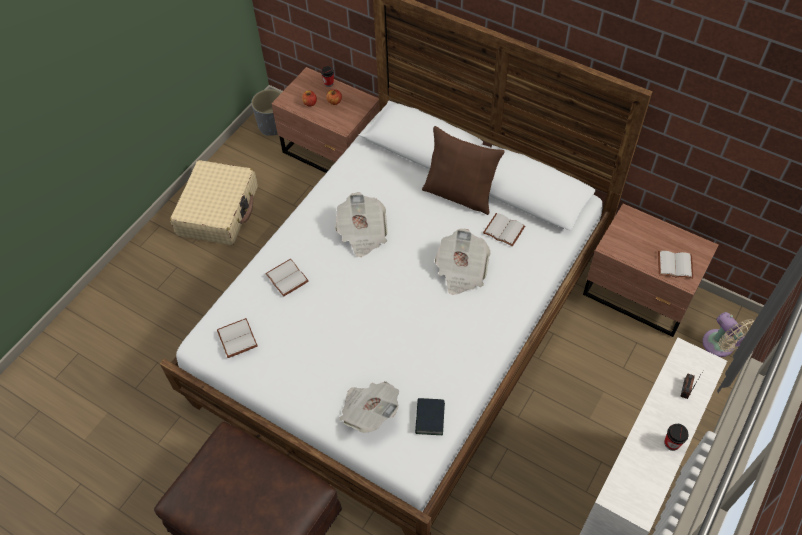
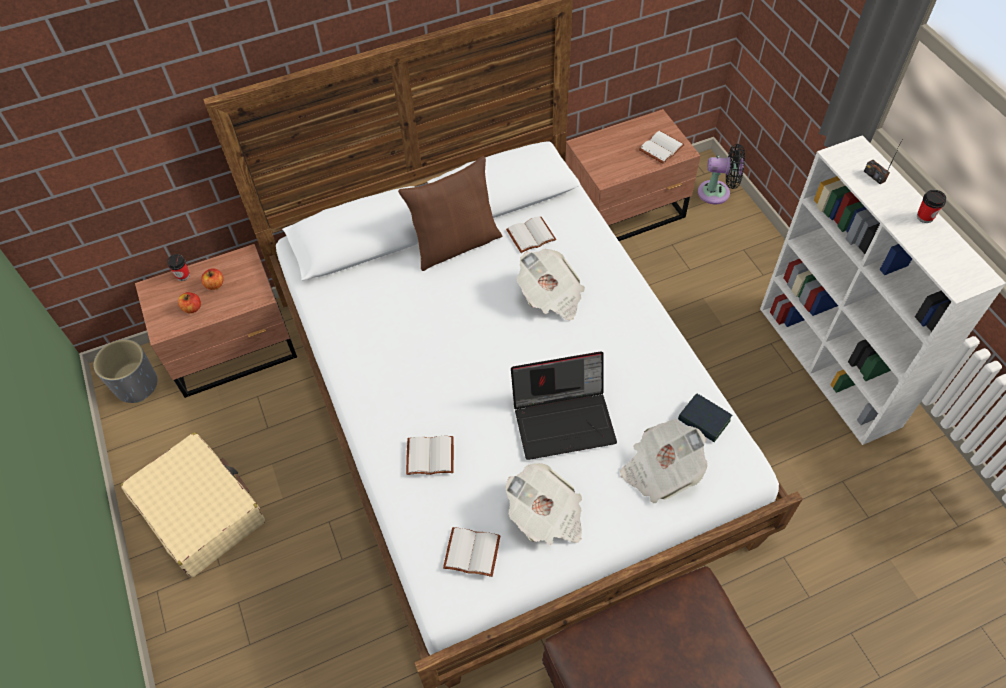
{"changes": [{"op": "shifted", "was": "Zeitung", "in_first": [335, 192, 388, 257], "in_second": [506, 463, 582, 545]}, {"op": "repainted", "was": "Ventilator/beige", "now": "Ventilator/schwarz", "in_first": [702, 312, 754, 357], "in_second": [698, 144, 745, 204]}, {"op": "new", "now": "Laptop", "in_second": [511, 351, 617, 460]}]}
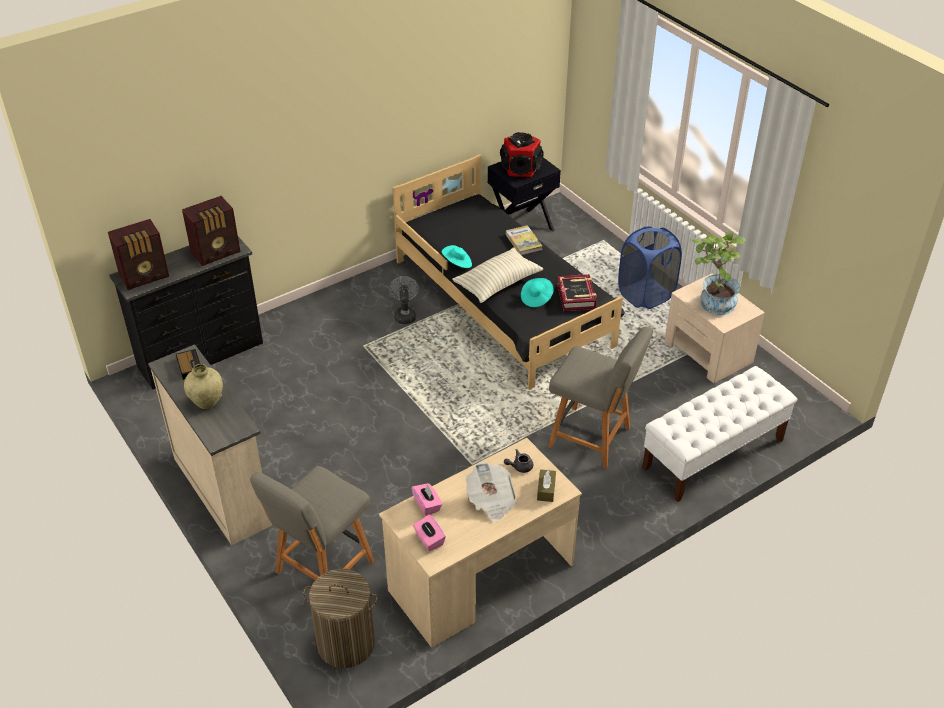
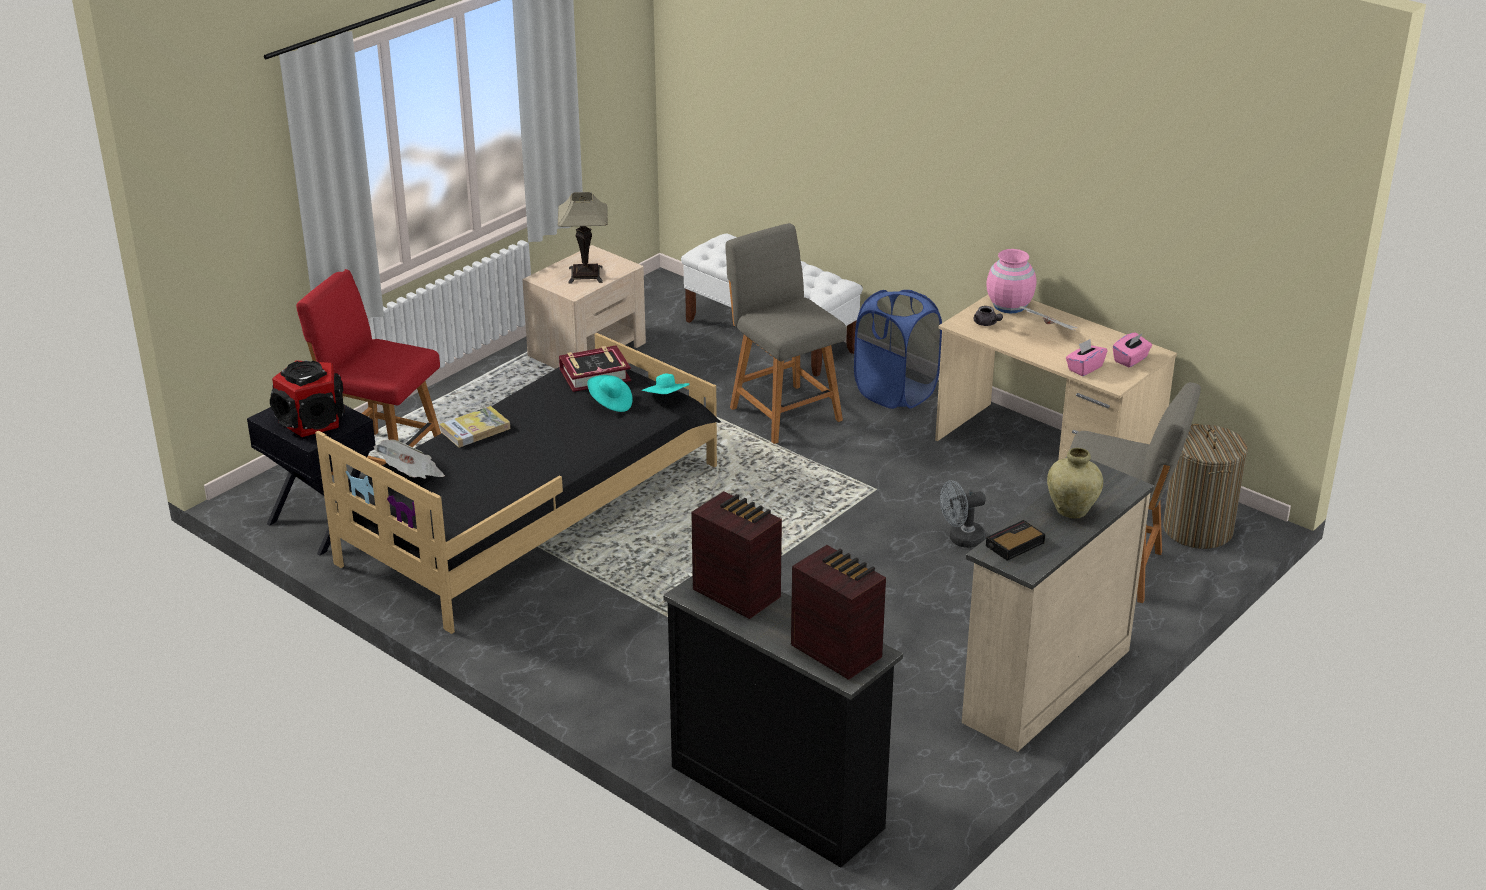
{"changes": [{"op": "shifted", "was": "Wäschekorb/blau", "in_first": [618, 226, 682, 309], "in_second": [854, 290, 942, 409]}, {"op": "swapped", "was": "Topfpflanze", "now": "Tischlampe", "in_first": [692, 231, 746, 315], "in_second": [558, 192, 608, 284]}, {"op": "shifted", "was": "Hut/türkis", "in_first": [442, 245, 472, 268], "in_second": [642, 374, 689, 394]}, {"op": "gone", "was": "Kissen", "in_first": [453, 247, 543, 303]}, {"op": "shifted", "was": "Ventilator/grau", "in_first": [389, 276, 419, 324], "in_second": [940, 480, 986, 548]}, {"op": "rotated", "was": "Stuhl/grau", "in_first": [548, 326, 653, 468], "in_second": [726, 223, 846, 444], "clockwise": -45}, {"op": "swapped", "was": "Taschentuchbox/braun", "now": "Vase/rosa", "in_first": [537, 469, 556, 502], "in_second": [986, 249, 1036, 314]}, {"op": "new", "now": "Stuhl/rot", "in_second": [296, 269, 441, 475]}, {"op": "new", "now": "Zeitung", "in_second": [373, 440, 445, 479]}]}
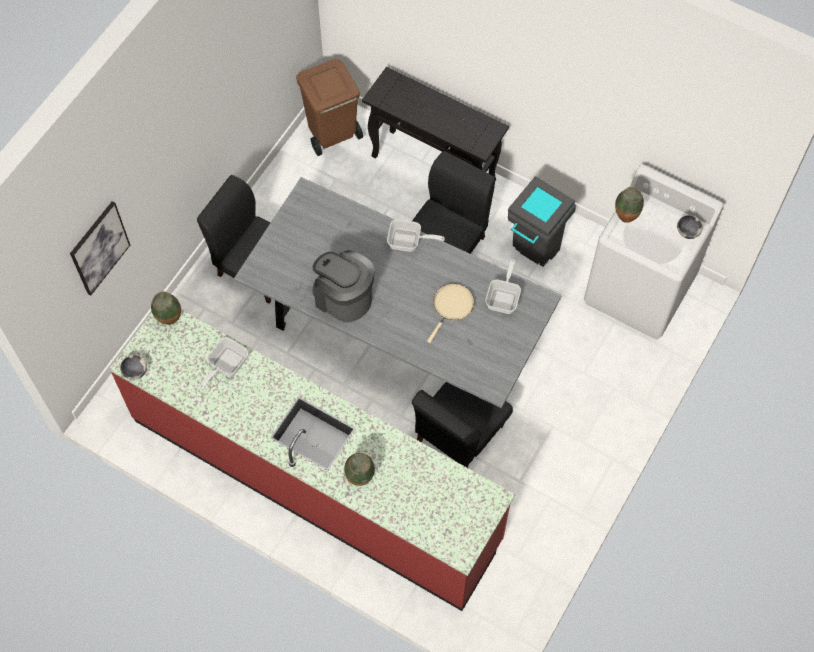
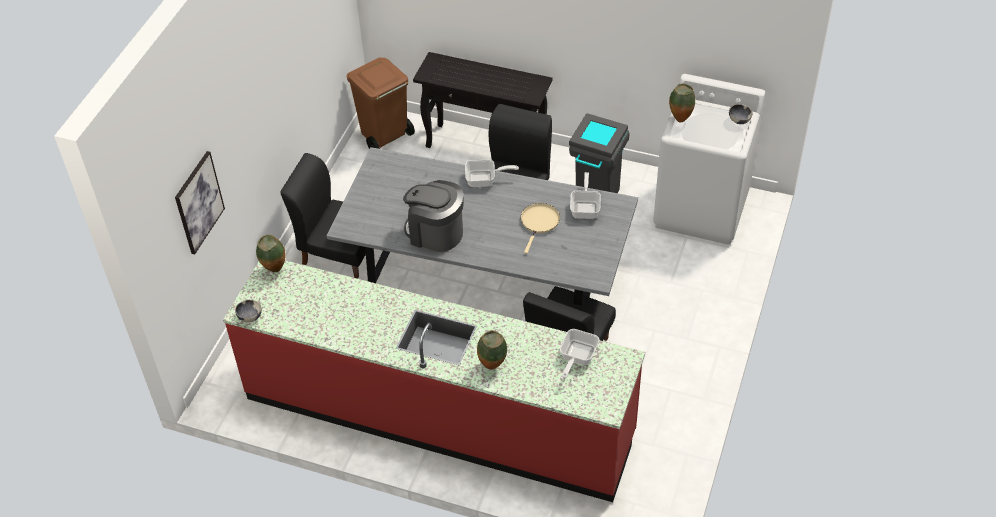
{"changes": [{"op": "shifted", "was": "Pfanne", "in_first": [199, 337, 248, 389], "in_second": [560, 329, 600, 379]}]}
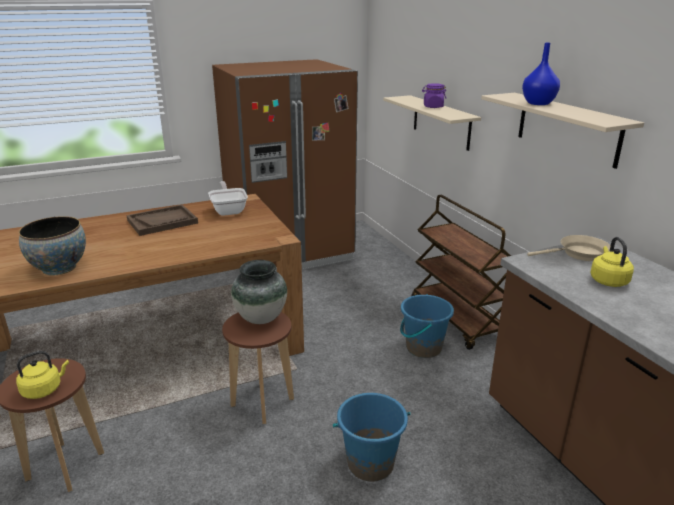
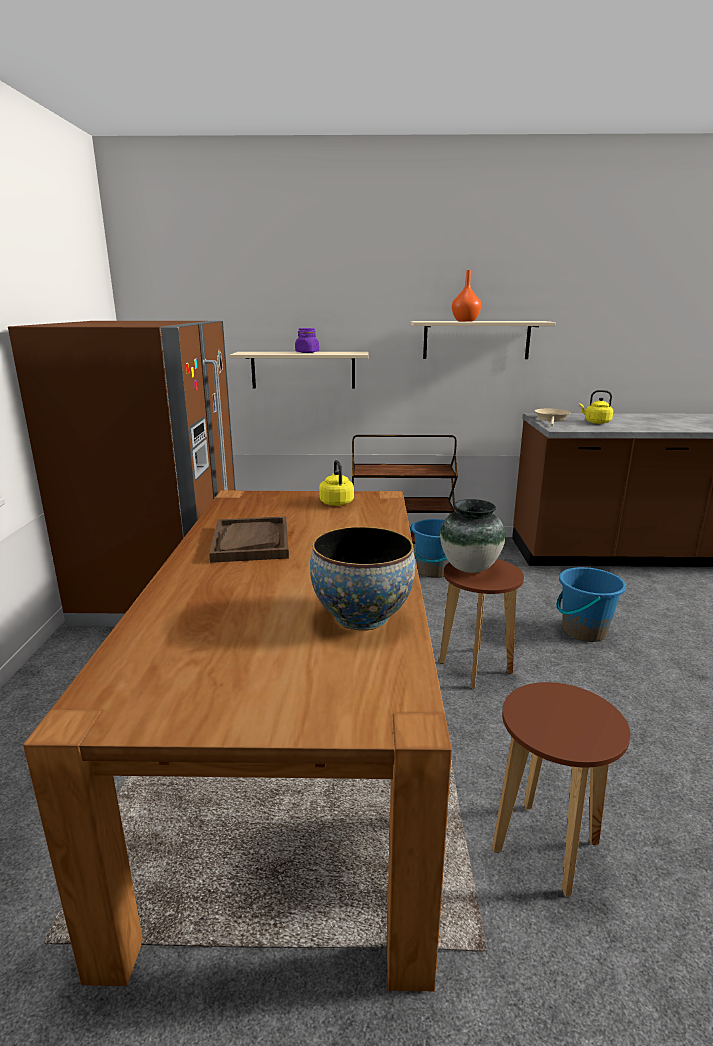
{"changes": [{"op": "repainted", "was": "Vase/blau", "now": "Vase/orange", "in_first": [522, 43, 560, 105], "in_second": [452, 270, 481, 322]}, {"op": "gone", "was": "Pfanne", "in_first": [208, 181, 248, 216]}, {"op": "shifted", "was": "Wasserkessel/gelb", "in_first": [16, 351, 69, 399], "in_second": [319, 460, 354, 506]}]}
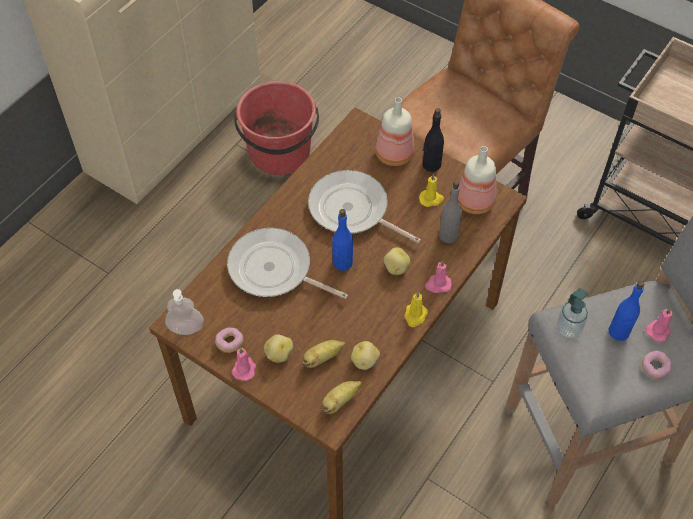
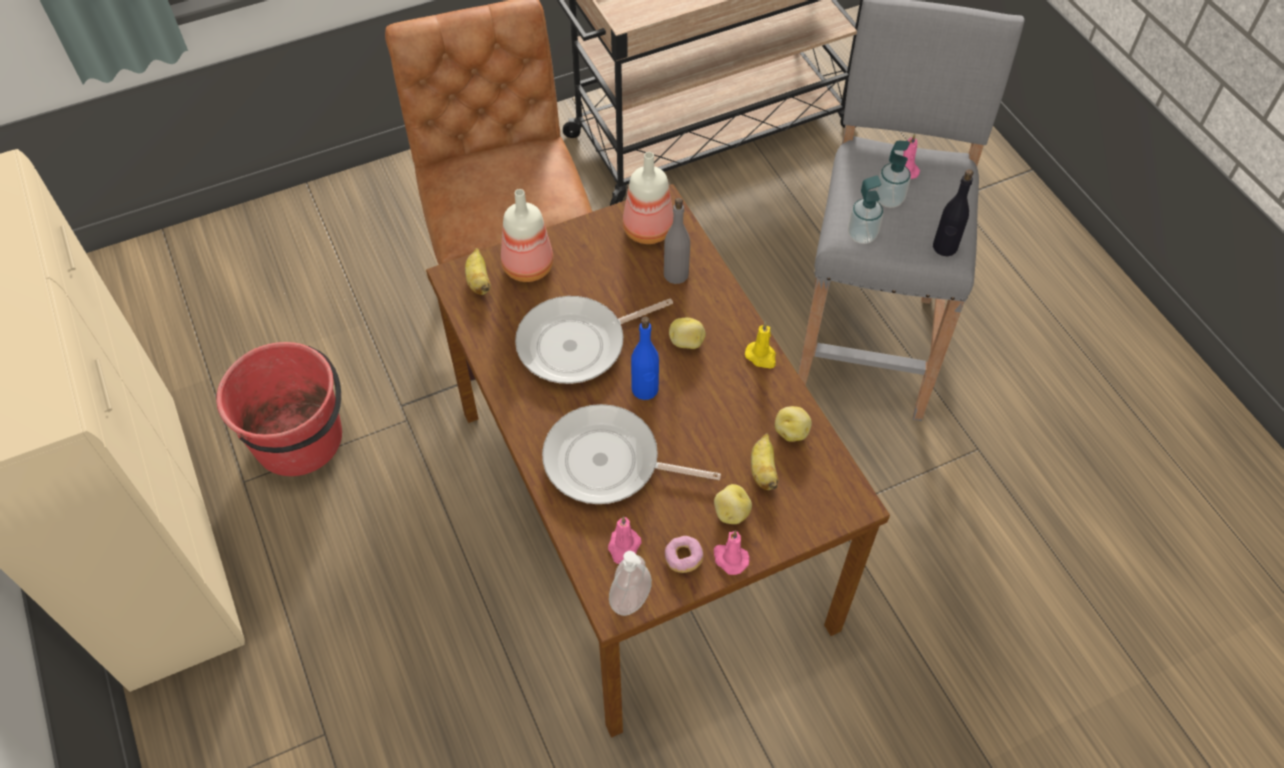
{"changes": [{"op": "shifted", "was": "Flasche/schwarz", "in_first": [423, 108, 444, 172], "in_second": [933, 169, 973, 256]}, {"op": "gone", "was": "Kerze/gelb", "in_first": [419, 173, 444, 207]}, {"op": "rotated", "was": "Pfanne", "in_first": [227, 228, 348, 299], "in_second": [542, 404, 721, 504], "clockwise": 45}, {"op": "shifted", "was": "Kerze/rosa", "in_first": [425, 260, 452, 293], "in_second": [608, 516, 642, 564]}, {"op": "swapped", "was": "Flasche/blau", "now": "Seifenspender", "in_first": [609, 281, 644, 341], "in_second": [876, 141, 911, 208]}, {"op": "gone", "was": "Donut", "in_first": [642, 350, 672, 379]}, {"op": "shifted", "was": "Banane", "in_first": [322, 381, 362, 414], "in_second": [465, 248, 491, 295]}]}
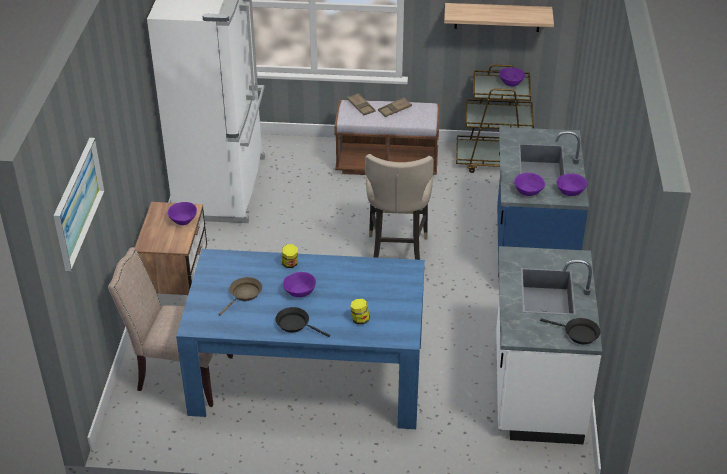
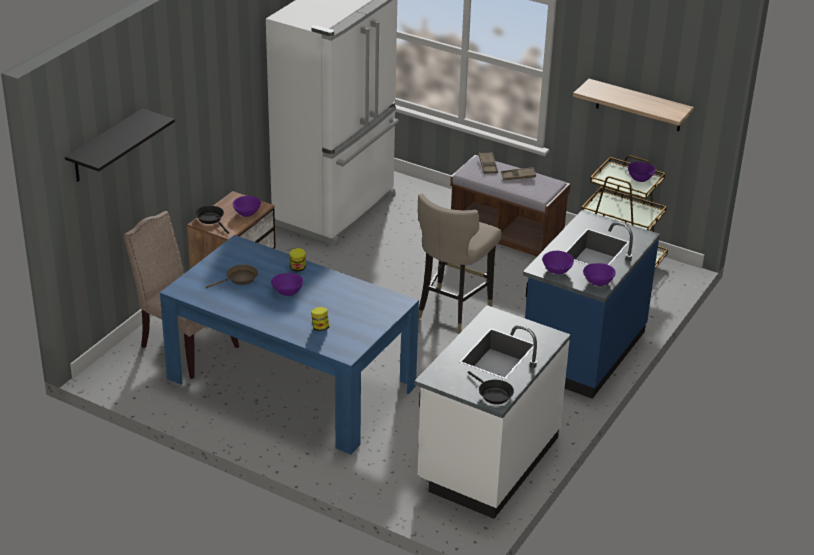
{"changes": [{"op": "swapped", "was": "Bild", "now": "Wandregal/schwarz", "in_first": [53, 138, 105, 271], "in_second": [65, 109, 175, 182]}, {"op": "shifted", "was": "Pfanne/schwarz", "in_first": [275, 307, 330, 337], "in_second": [195, 206, 229, 234]}]}
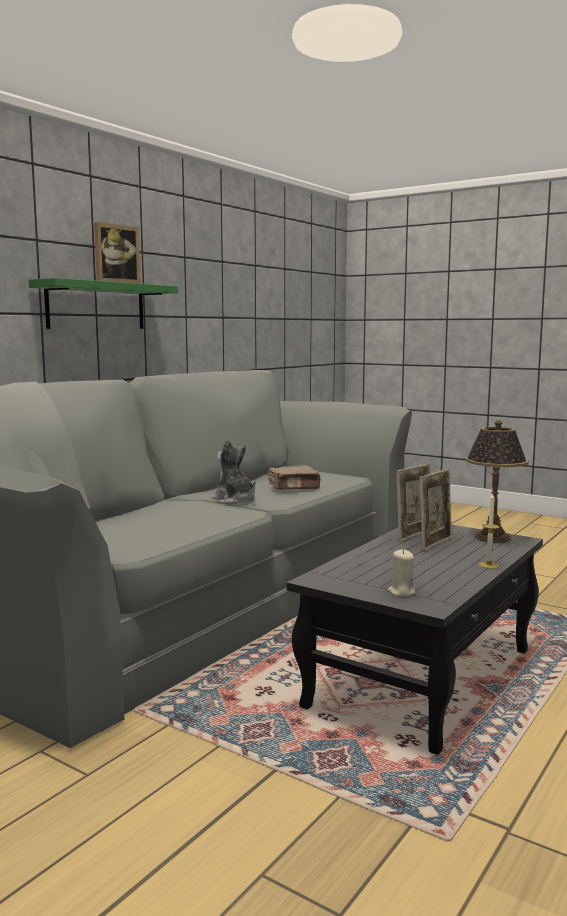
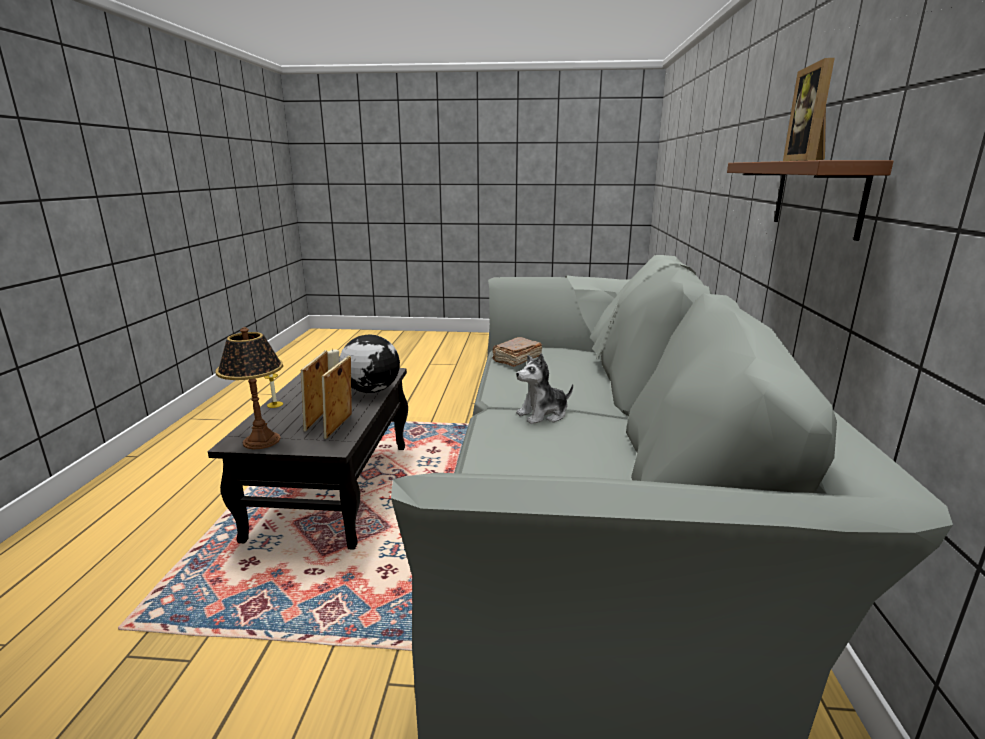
{"changes": [{"op": "repainted", "was": "Wandregal/grün", "now": "Wandregal/braun", "in_first": [29, 278, 178, 329], "in_second": [727, 160, 893, 241]}, {"op": "rotated", "was": "Plüschtier", "in_first": [211, 439, 255, 504], "in_second": [516, 353, 573, 424], "clockwise": 135}, {"op": "shifted", "was": "Buch/braun", "in_first": [268, 465, 321, 490], "in_second": [492, 337, 542, 367]}, {"op": "new", "now": "Globus", "in_second": [339, 335, 400, 393]}]}
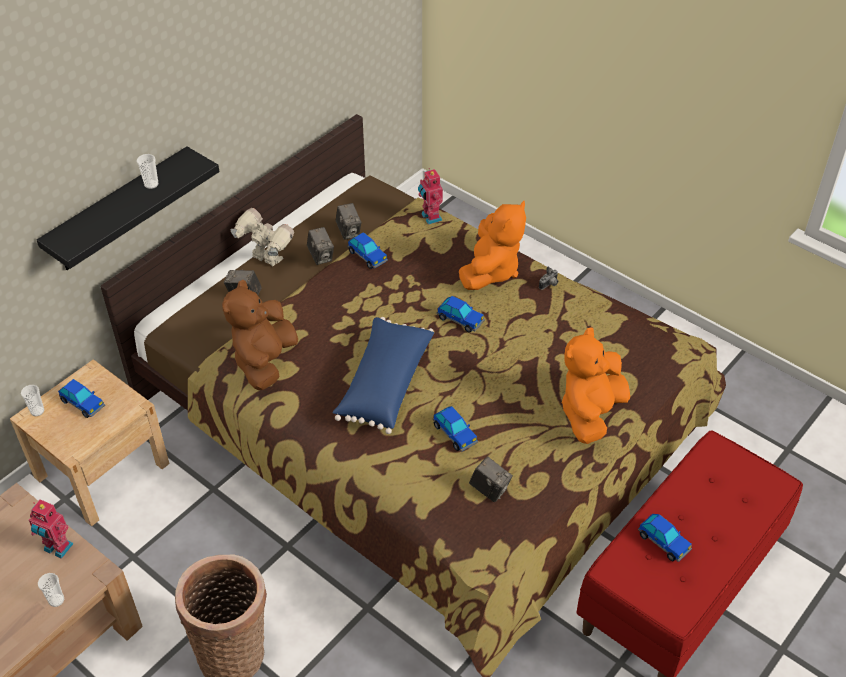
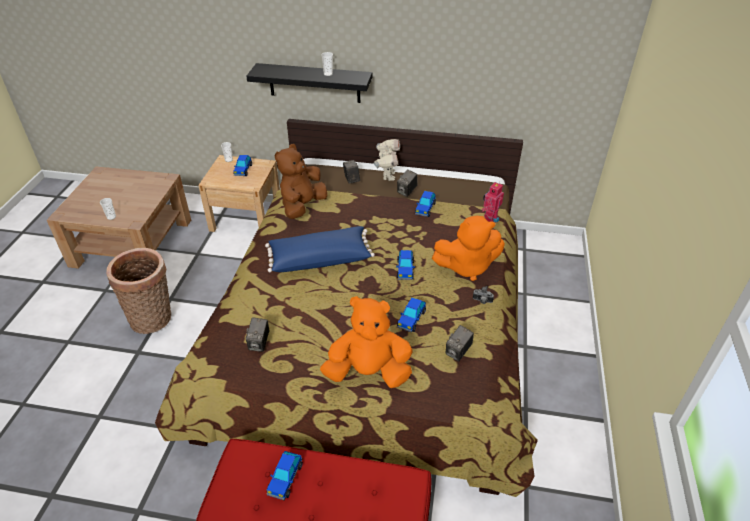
{"changes": [{"op": "shifted", "was": "Kamera", "in_first": [335, 203, 361, 240], "in_second": [446, 325, 474, 362]}, {"op": "rotated", "was": "Plüschtier/braun", "in_first": [222, 280, 298, 390], "in_second": [275, 144, 327, 219], "clockwise": -45}, {"op": "shifted", "was": "Spielzeugauto", "in_first": [433, 406, 478, 452], "in_second": [397, 298, 426, 333]}, {"op": "gone", "was": "Spielzeugroboter", "in_first": [29, 499, 74, 559]}]}
